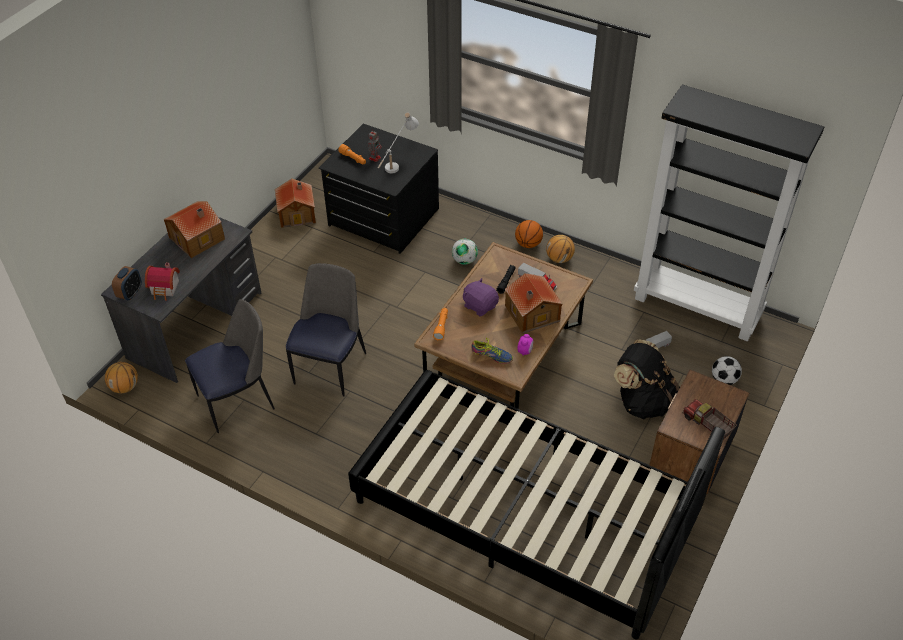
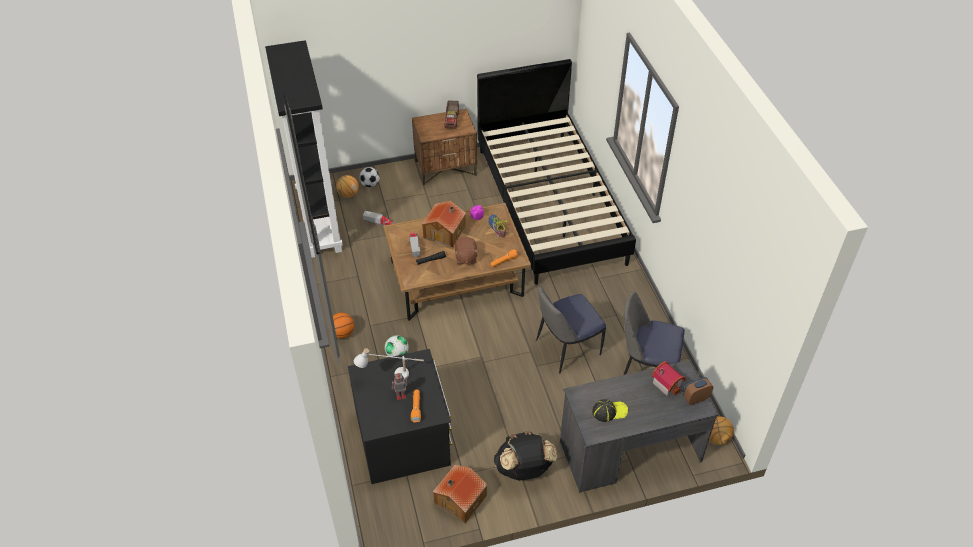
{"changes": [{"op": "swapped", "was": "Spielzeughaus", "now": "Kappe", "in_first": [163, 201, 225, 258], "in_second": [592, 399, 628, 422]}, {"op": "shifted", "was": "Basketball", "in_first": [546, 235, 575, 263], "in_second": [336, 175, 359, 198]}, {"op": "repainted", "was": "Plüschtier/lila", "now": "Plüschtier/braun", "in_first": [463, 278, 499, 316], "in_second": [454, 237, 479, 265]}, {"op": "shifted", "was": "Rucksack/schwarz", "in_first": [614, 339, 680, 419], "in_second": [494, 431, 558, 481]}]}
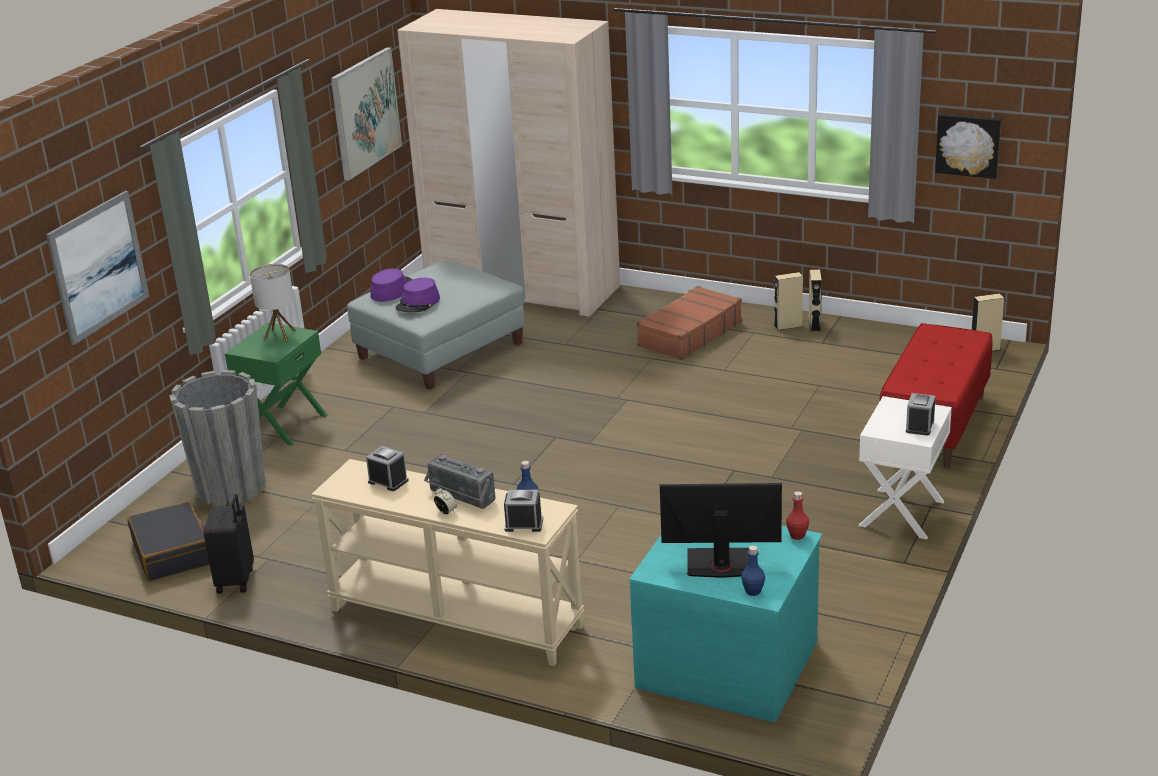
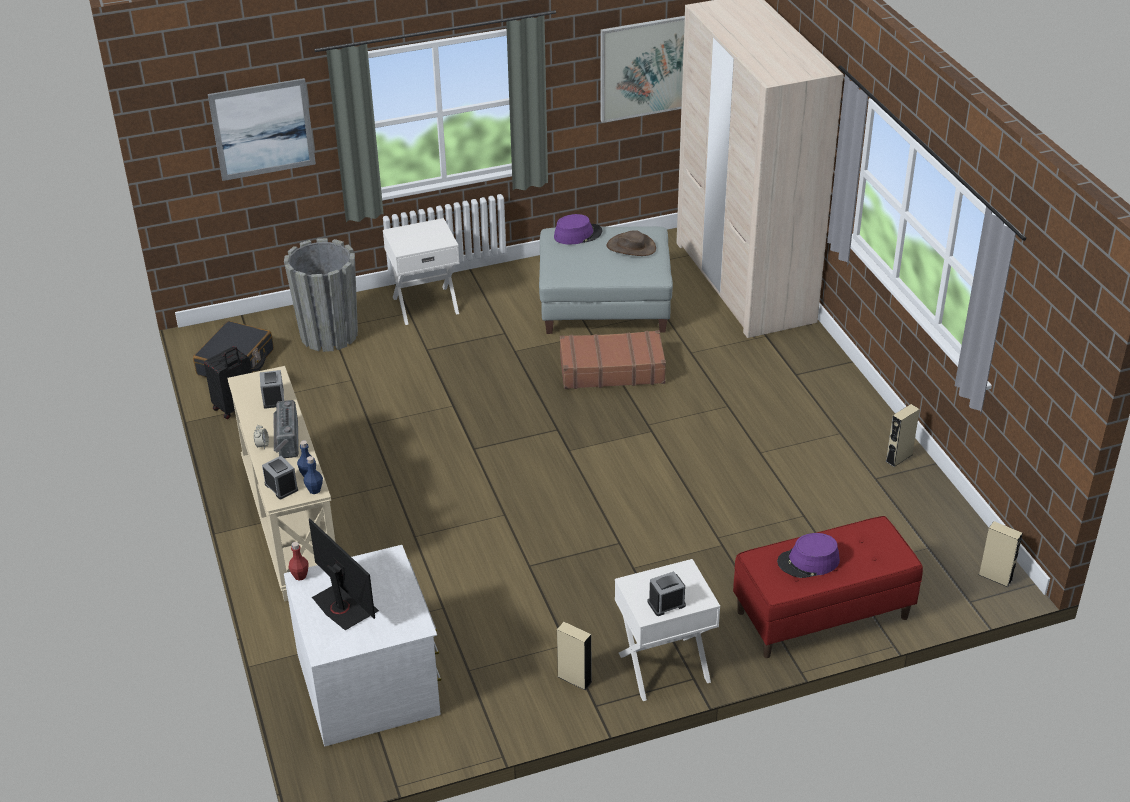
{"changes": [{"op": "gone", "was": "Bild", "in_first": [935, 114, 1001, 179]}, {"op": "gone", "was": "Tischlampe", "in_first": [250, 264, 296, 342]}, {"op": "shifted", "was": "Lautsprecher/beige", "in_first": [774, 272, 803, 331], "in_second": [557, 622, 592, 690]}, {"op": "shifted", "was": "Hut/lila", "in_first": [396, 278, 440, 312], "in_second": [777, 533, 840, 578]}, {"op": "shifted", "was": "Koffer/braun", "in_first": [637, 286, 742, 360], "in_second": [560, 330, 666, 389]}, {"op": "repainted", "was": "Nachttisch/grün", "now": "Nachttisch/weiß", "in_first": [225, 322, 328, 446], "in_second": [383, 218, 460, 325]}, {"op": "shifted", "was": "Flasche/rot", "in_first": [786, 491, 809, 540], "in_second": [289, 542, 309, 581]}, {"op": "repainted", "was": "Kommode/türkis", "now": "Kommode/weiß", "in_first": [629, 526, 822, 723], "in_second": [284, 545, 442, 746]}, {"op": "shifted", "was": "Flasche/blau", "in_first": [741, 546, 765, 596], "in_second": [304, 456, 323, 494]}, {"op": "new", "now": "Hut/braun", "in_second": [607, 230, 656, 256]}]}
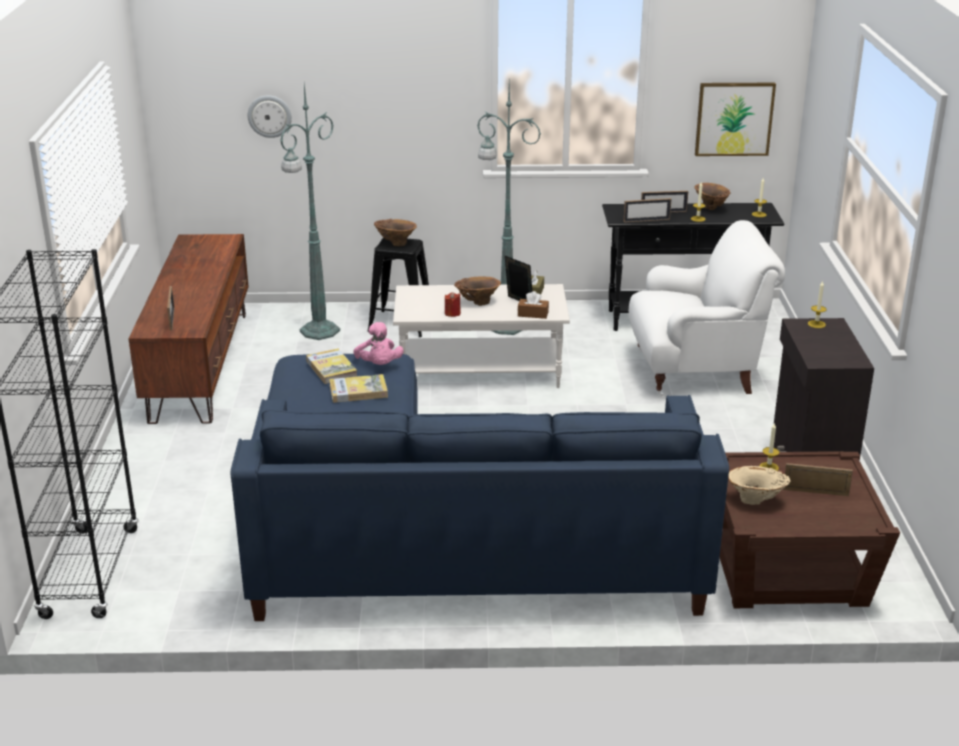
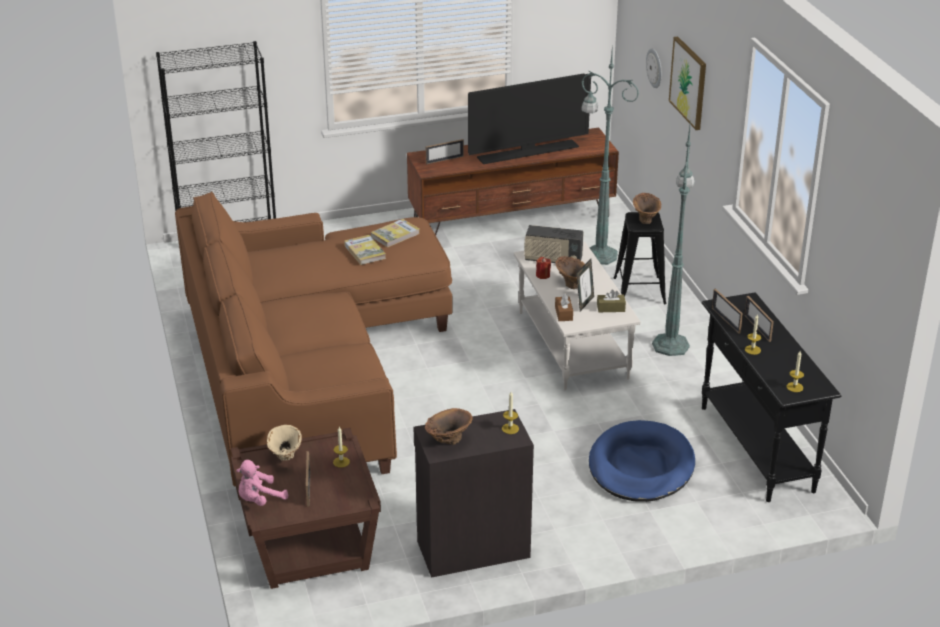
{"changes": [{"op": "shifted", "was": "Bild", "in_first": [695, 83, 776, 156], "in_second": [669, 37, 706, 130]}, {"op": "shifted", "was": "Vase/braun", "in_first": [694, 183, 730, 210], "in_second": [425, 408, 473, 445]}, {"op": "swapped", "was": "Sessel/weiß", "now": "Hundebett/blau", "in_first": [629, 220, 785, 397], "in_second": [589, 420, 695, 502]}, {"op": "shifted", "was": "Plüschtier/rosa", "in_first": [353, 322, 404, 365], "in_second": [236, 460, 288, 506]}, {"op": "repainted", "was": "Sofa/blau", "now": "Sofa/braun", "in_first": [230, 354, 729, 621], "in_second": [175, 192, 453, 500]}, {"op": "new", "now": "Fernseher", "in_second": [468, 74, 591, 164]}, {"op": "new", "now": "Radio", "in_second": [524, 225, 584, 263]}]}
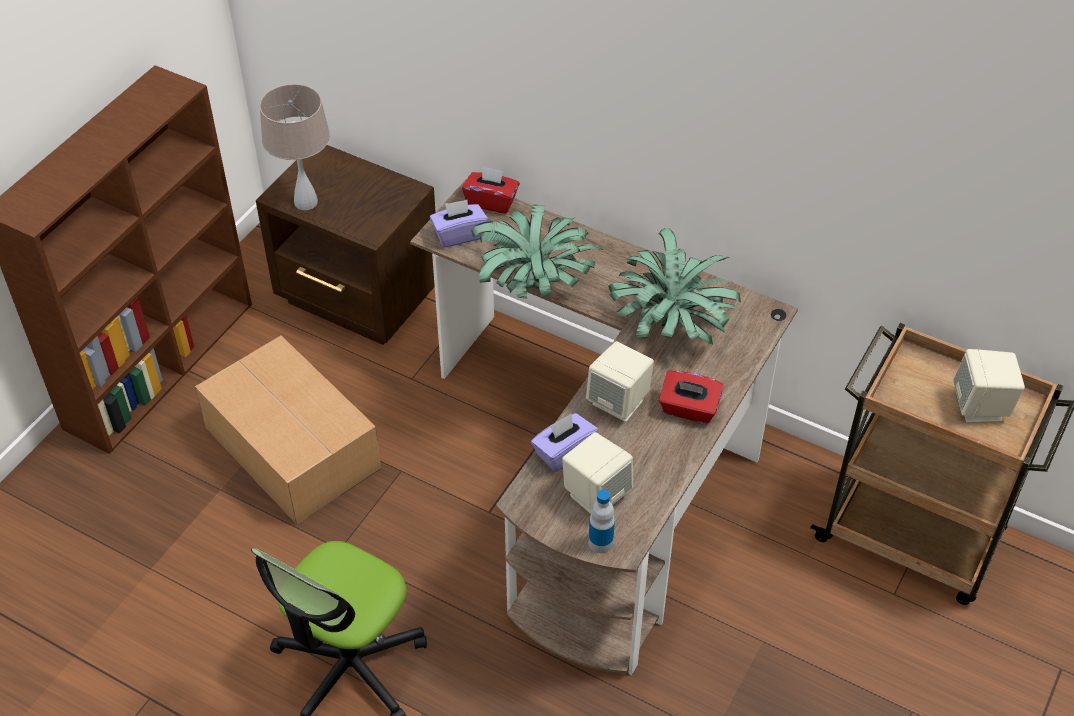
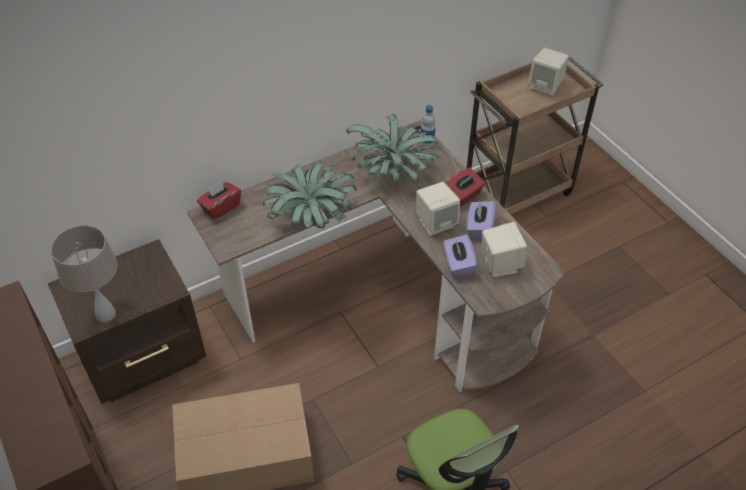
{"changes": [{"op": "shifted", "was": "Taschentuchbox/lila", "in_first": [430, 199, 488, 248], "in_second": [467, 201, 496, 240]}, {"op": "shifted", "was": "Flasche", "in_first": [589, 490, 615, 553], "in_second": [420, 105, 436, 147]}]}
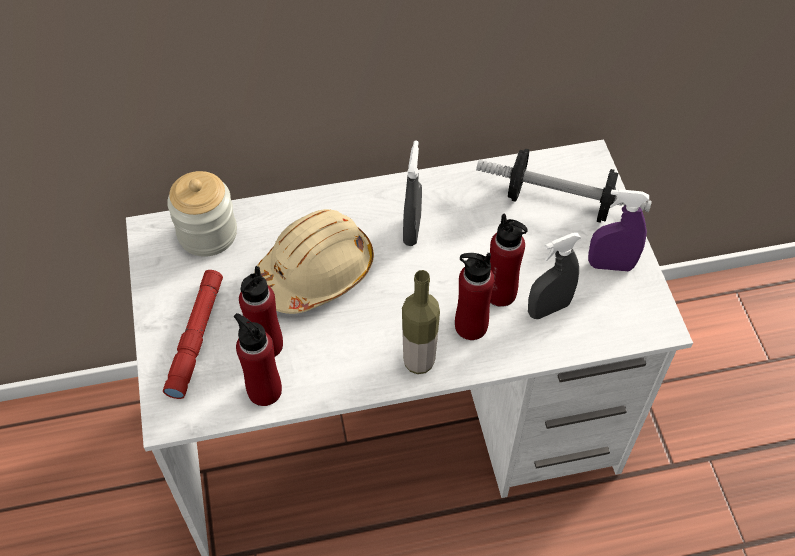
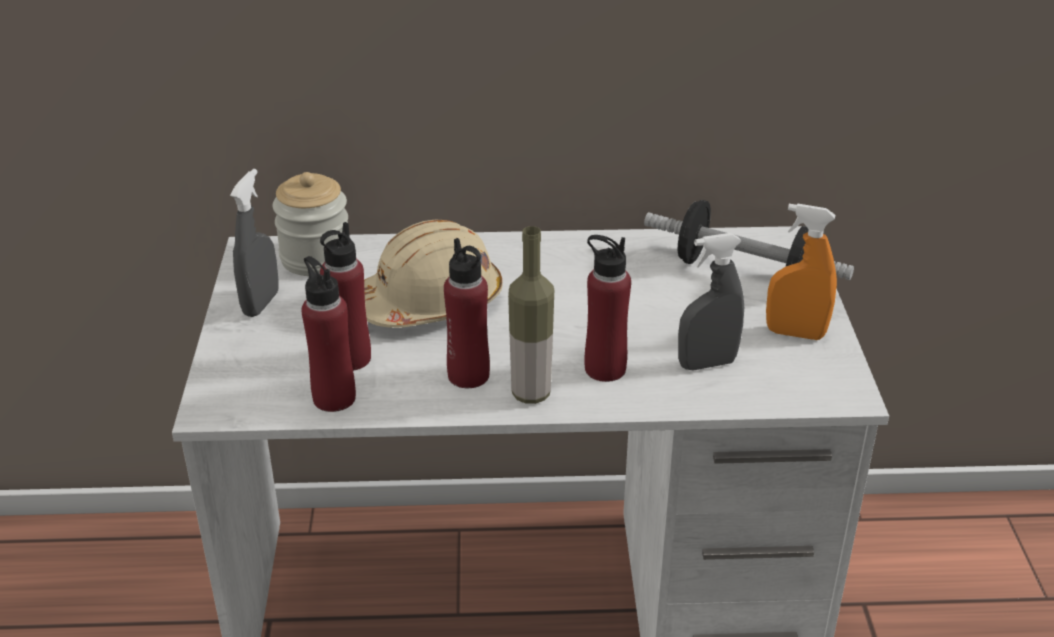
{"changes": [{"op": "shifted", "was": "Sprühflasche/grau", "in_first": [403, 141, 422, 246], "in_second": [230, 169, 279, 317]}, {"op": "repainted", "was": "Sprühflasche/lila", "now": "Sprühflasche/orange", "in_first": [588, 189, 649, 271], "in_second": [766, 203, 837, 340]}, {"op": "shifted", "was": "Flasche/rot", "in_first": [490, 213, 528, 307], "in_second": [444, 238, 490, 388]}, {"op": "gone", "was": "Taschenlampe/rot", "in_first": [163, 270, 223, 399]}]}
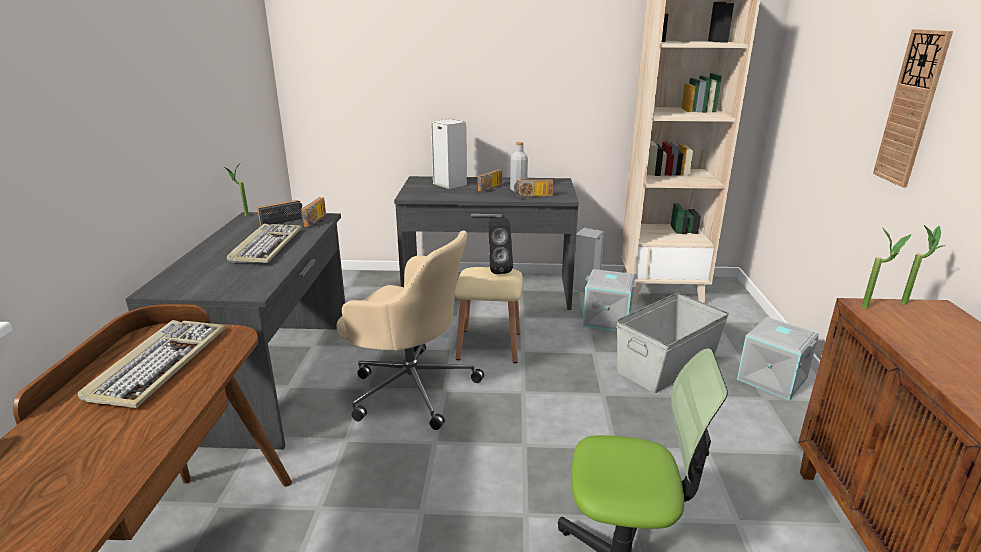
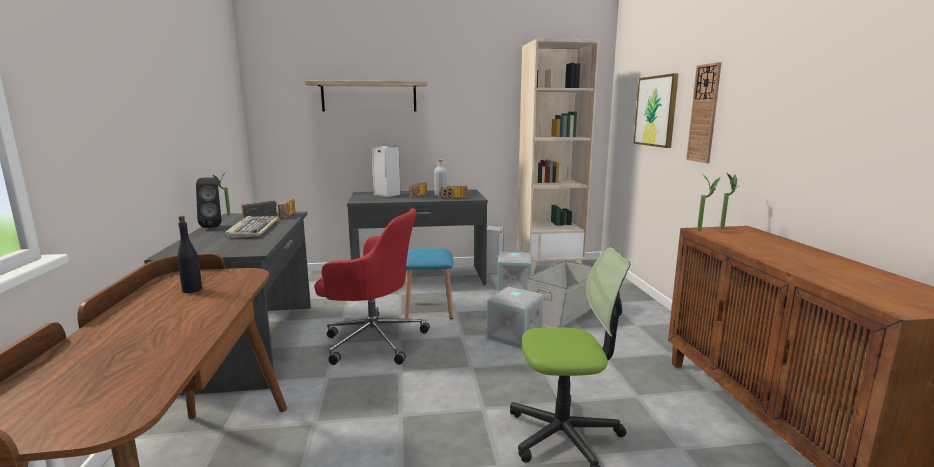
{"changes": [{"op": "shifted", "was": "Lautsprecher/schwarz", "in_first": [489, 217, 513, 274], "in_second": [196, 177, 221, 228]}, {"op": "repainted", "was": "Bürostuhl/beige", "now": "Bürostuhl/rot", "in_first": [337, 230, 484, 430], "in_second": [315, 208, 430, 365]}, {"op": "repainted", "was": "Hocker/beige", "now": "Hocker/blau", "in_first": [455, 267, 523, 363], "in_second": [404, 248, 453, 319]}, {"op": "shifted", "was": "Aufbewahrungsbox/grau", "in_first": [737, 317, 819, 401], "in_second": [487, 287, 544, 349]}, {"op": "swapped", "was": "Tastatur", "now": "Flasche/schwarz", "in_first": [78, 320, 225, 408], "in_second": [177, 216, 202, 293]}, {"op": "new", "now": "Bild", "in_second": [633, 73, 679, 148]}, {"op": "new", "now": "Wandregal", "in_second": [305, 80, 428, 111]}]}
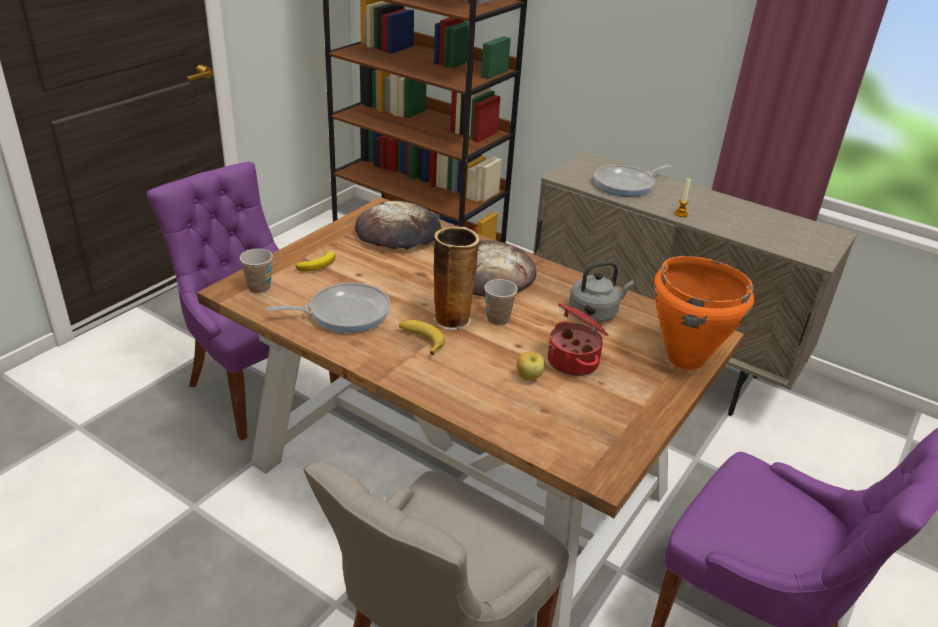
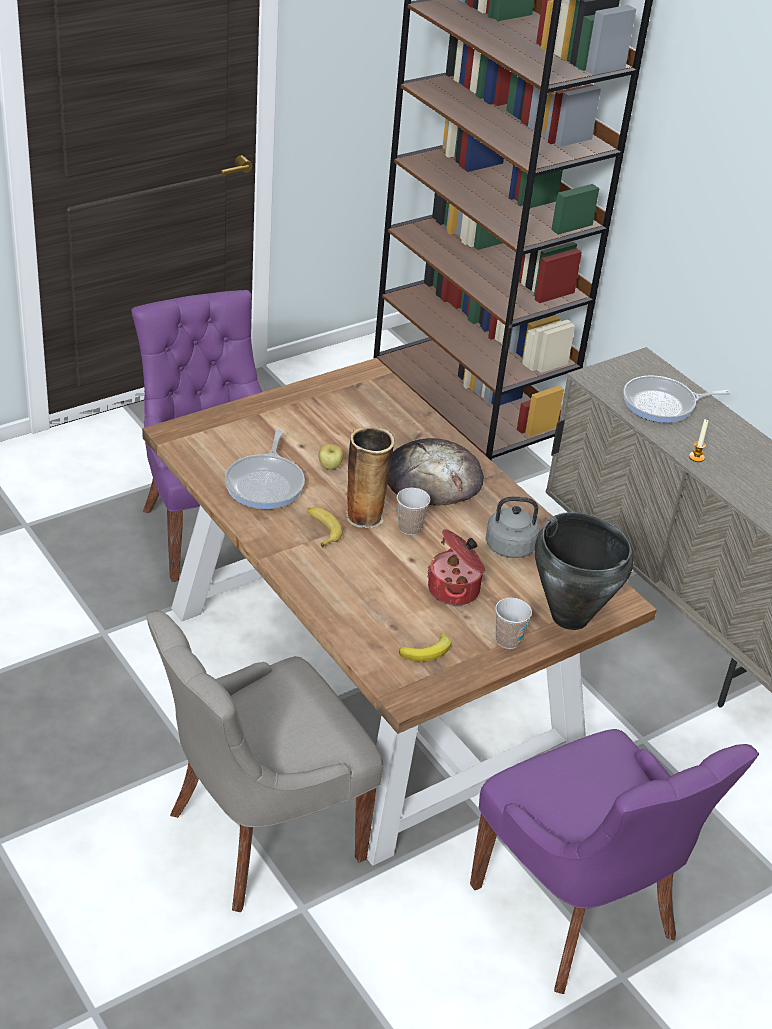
{"changes": [{"op": "gone", "was": "Brot", "in_first": [355, 201, 441, 250]}, {"op": "shifted", "was": "Tasse", "in_first": [240, 249, 273, 294], "in_second": [495, 598, 532, 649]}, {"op": "shifted", "was": "Banane", "in_first": [296, 251, 336, 272], "in_second": [399, 634, 451, 661]}, {"op": "repainted", "was": "Kochtopf/orange", "now": "Kochtopf/schwarz", "in_first": [654, 256, 754, 370], "in_second": [535, 512, 633, 630]}, {"op": "rotated", "was": "Pfanne", "in_first": [267, 283, 390, 333], "in_second": [225, 429, 305, 509], "clockwise": 90}, {"op": "shifted", "was": "Apfel", "in_first": [517, 352, 545, 381], "in_second": [318, 443, 343, 470]}]}
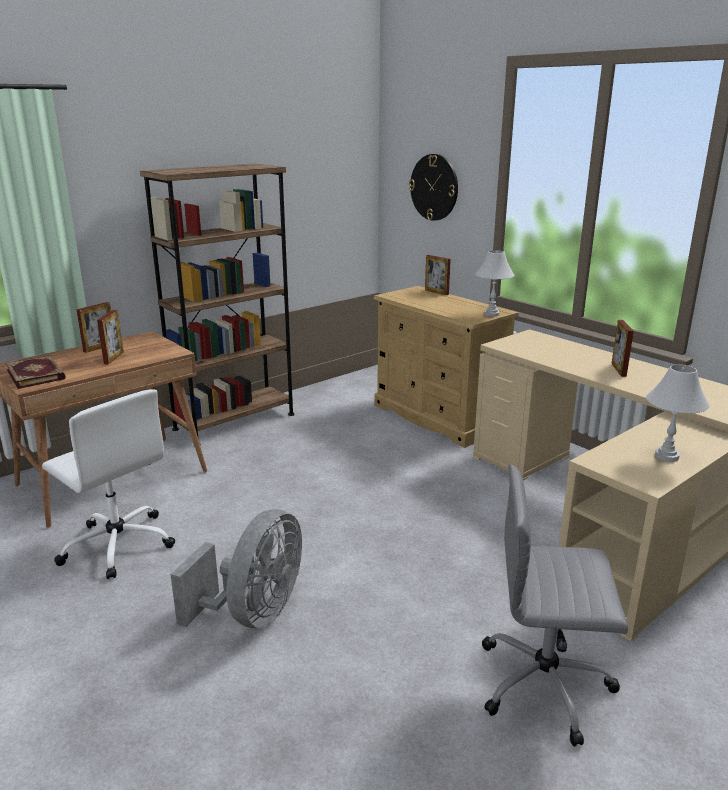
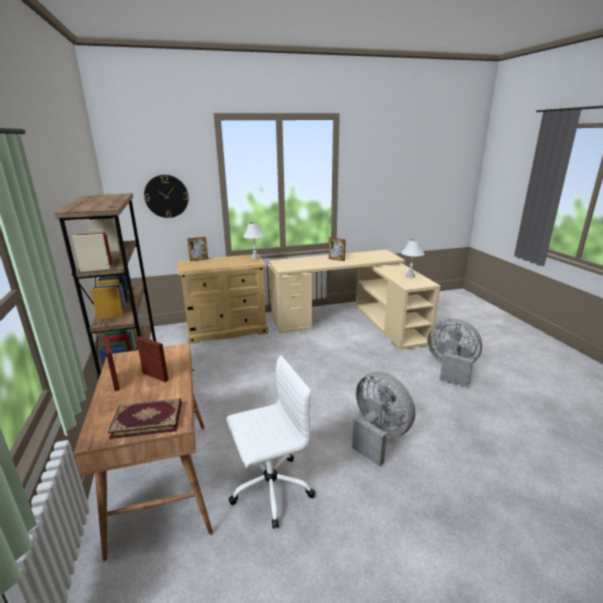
{"changes": [{"op": "swapped", "was": "Bürostuhl/grau", "now": "Ventilator/grau", "in_first": [482, 464, 628, 747], "in_second": [428, 318, 482, 387]}]}
